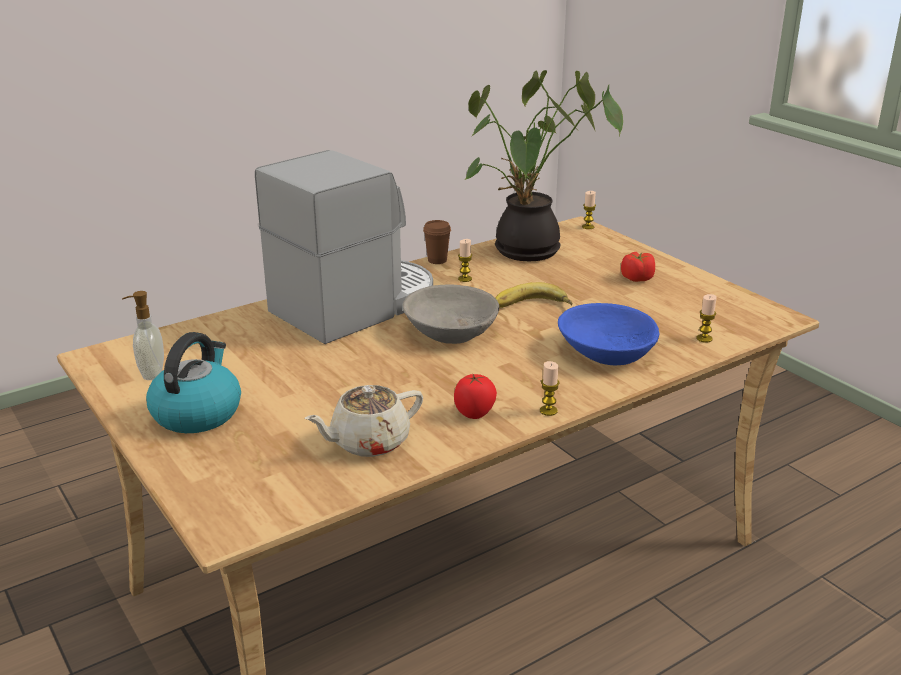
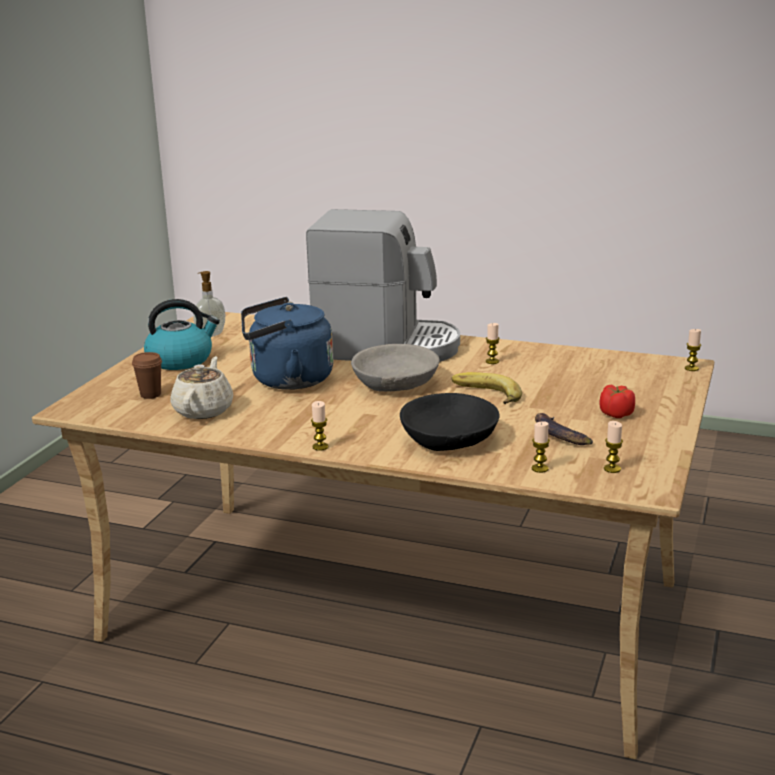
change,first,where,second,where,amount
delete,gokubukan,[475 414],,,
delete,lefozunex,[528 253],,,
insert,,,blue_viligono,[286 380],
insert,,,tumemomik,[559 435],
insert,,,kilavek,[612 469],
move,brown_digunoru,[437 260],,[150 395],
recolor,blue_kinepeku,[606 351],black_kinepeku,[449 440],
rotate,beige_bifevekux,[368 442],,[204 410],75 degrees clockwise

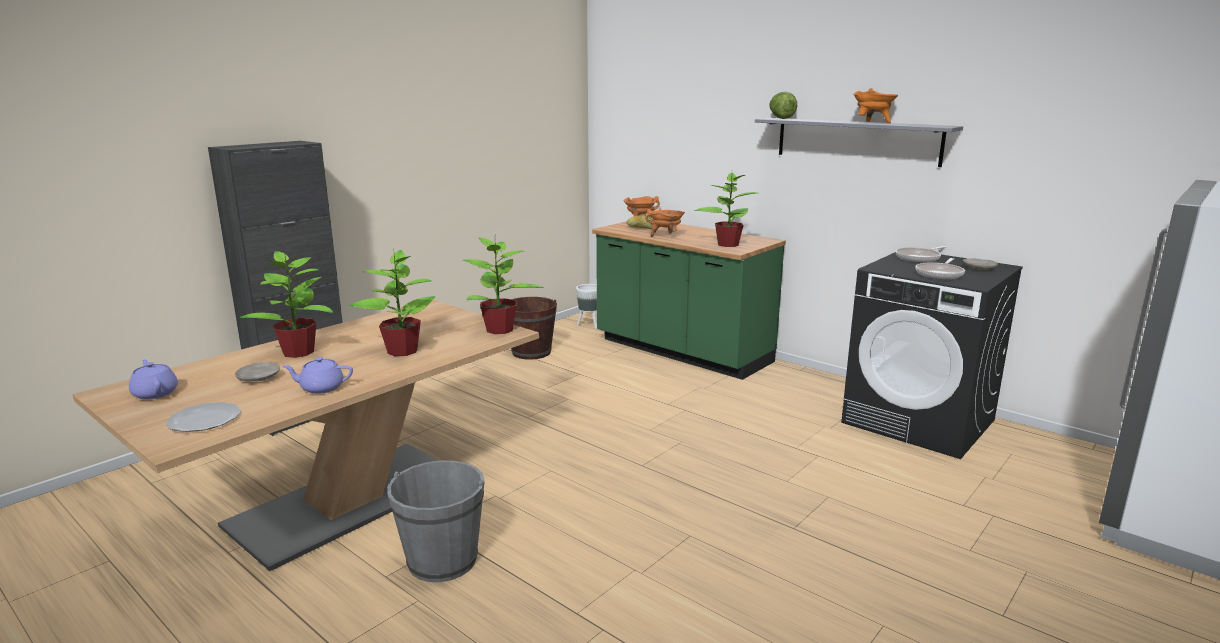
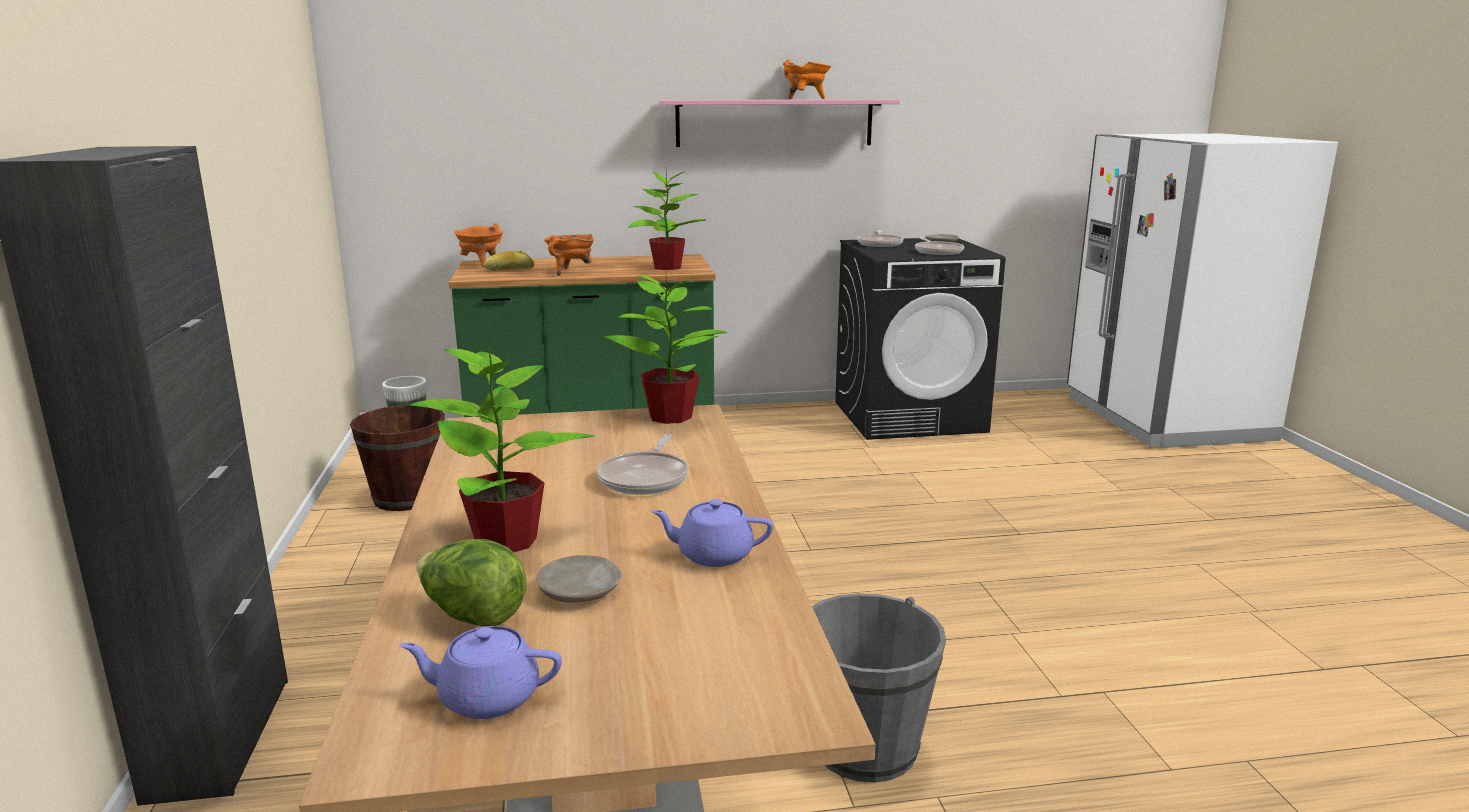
change,first,where,second,where,amount
delete,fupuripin,[205 420],,,
move,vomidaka,[781 118],,[472 616],
replace,lefozunex,[402 351],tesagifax,[646 478],
recolor,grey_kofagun,[856 141],pink_kofagun,[775 122],
rotate,purple_bifevekux,[321 388],,[713 555],60 degrees clockwise

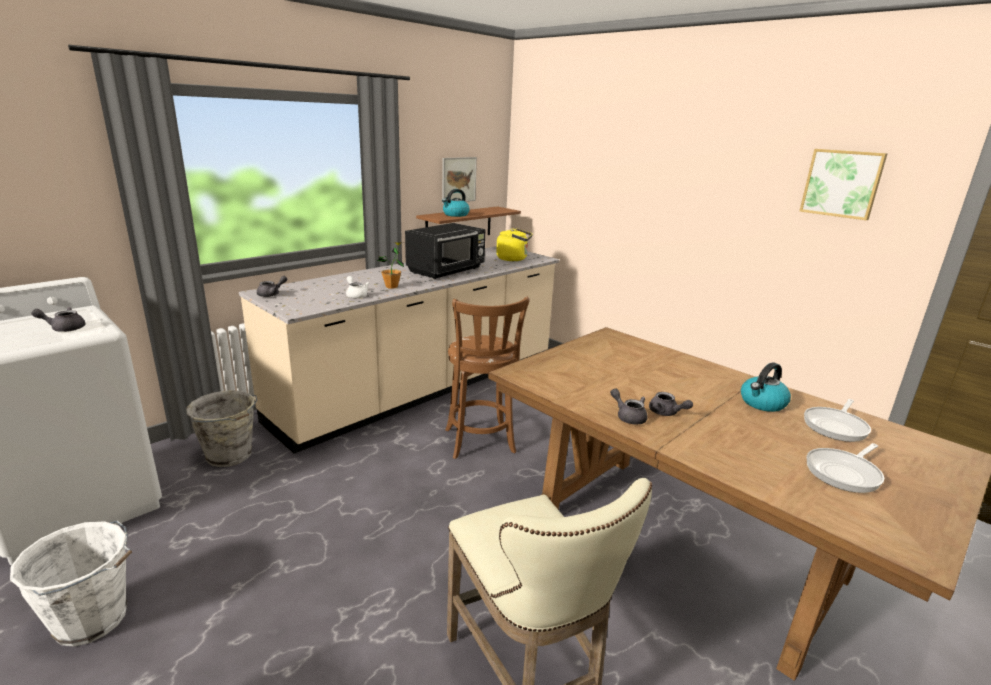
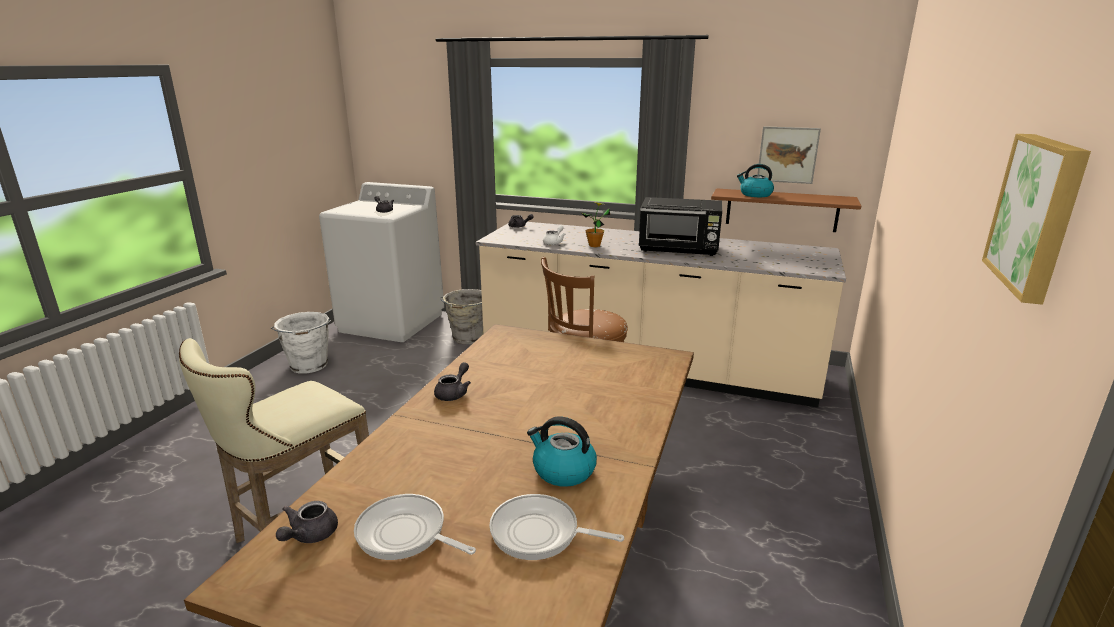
change,first,where,second,where,amount
delete,yellow_viligono,[514 259],,,
move,grey_bifevekux,[666 413],,[309 535],

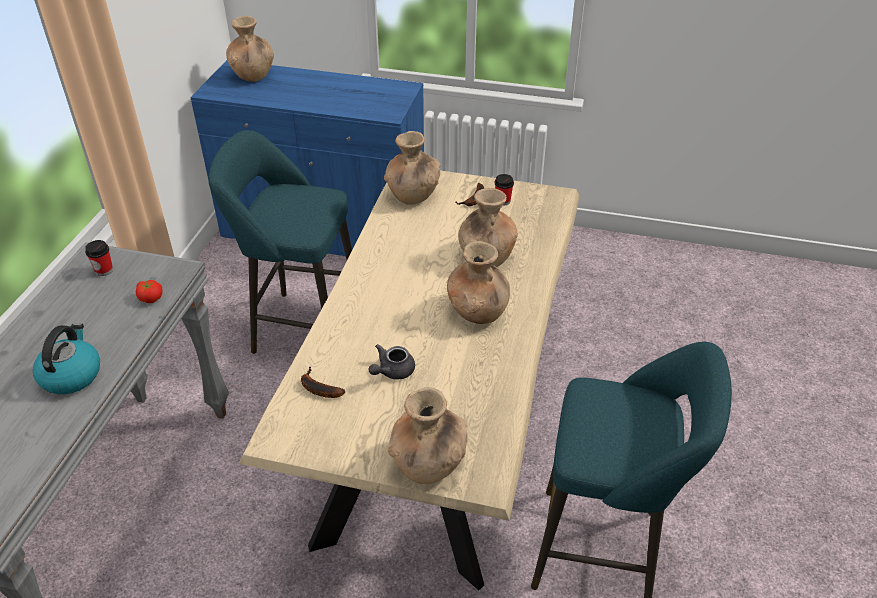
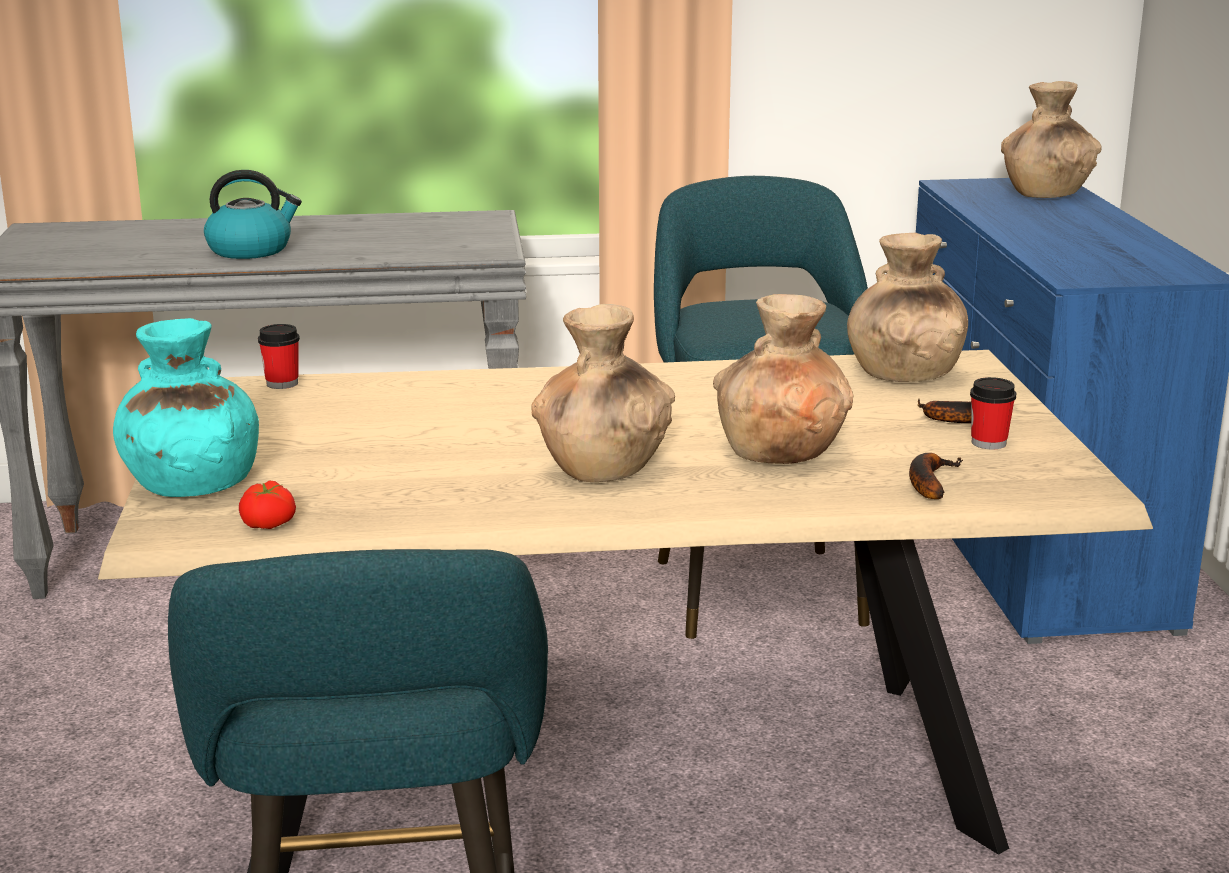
change,first,where,second,where,amount
delete,grey_bifevekux,[392 371],,,
move,digunoru,[104 270],,[282 383],
move,gokubukan,[151 297],,[270 523],
move,tumemomik,[317 388],,[928 482],
recolor,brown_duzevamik,[428 464],turquoise_duzevamik,[191 485],

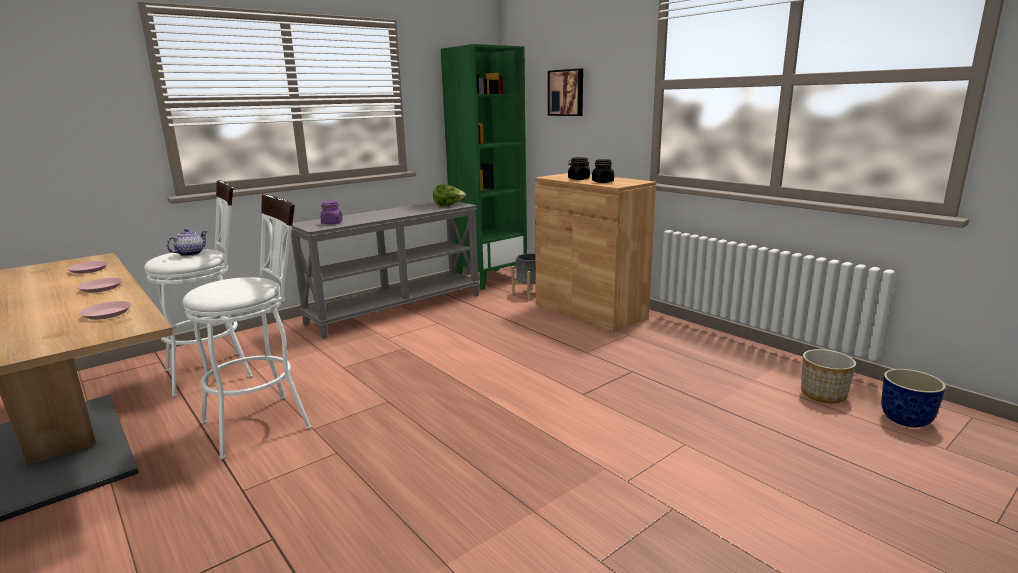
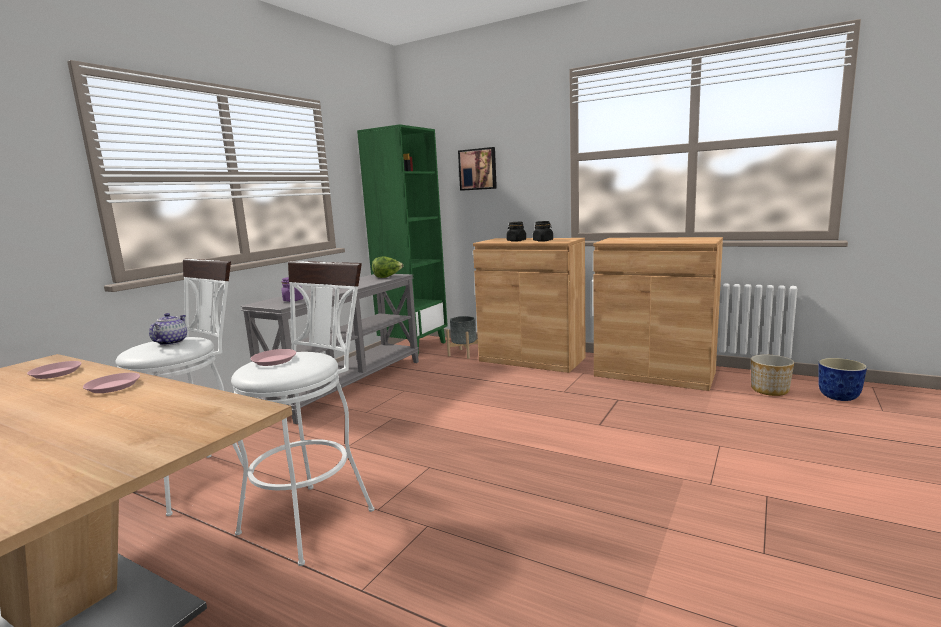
change,first,where,second,where,amount
insert,,,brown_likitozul,[654 374],
move,pink_fupuripin,[107 313],,[274 360],

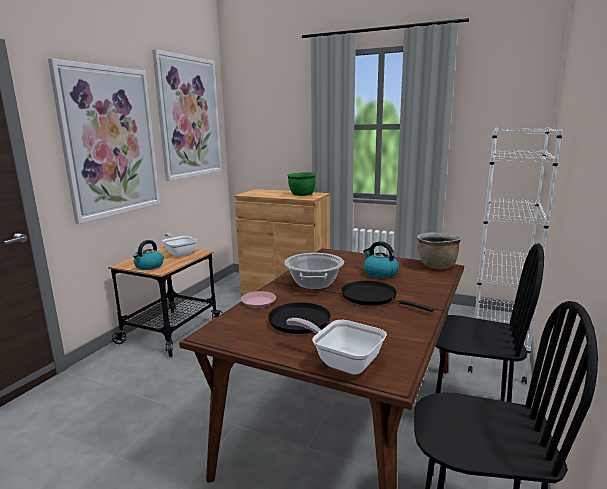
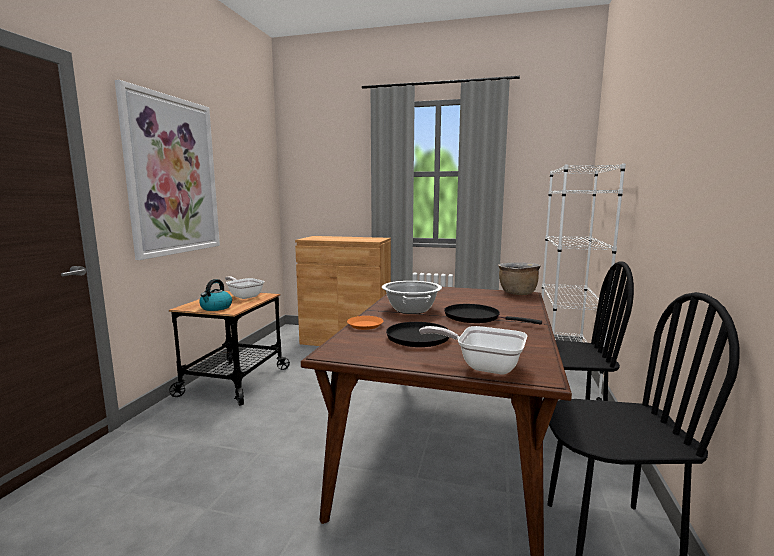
change,first,where,second,where,amount
delete,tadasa,[189 117],,,
delete,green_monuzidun,[302 195],,,
delete,viligono,[380 273],,,
recolor,pink_fupuripin,[258 302],orange_fupuripin,[365 325],

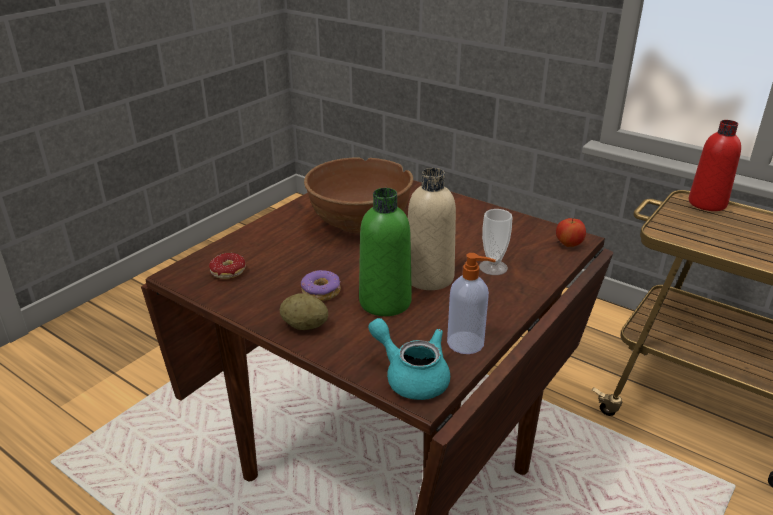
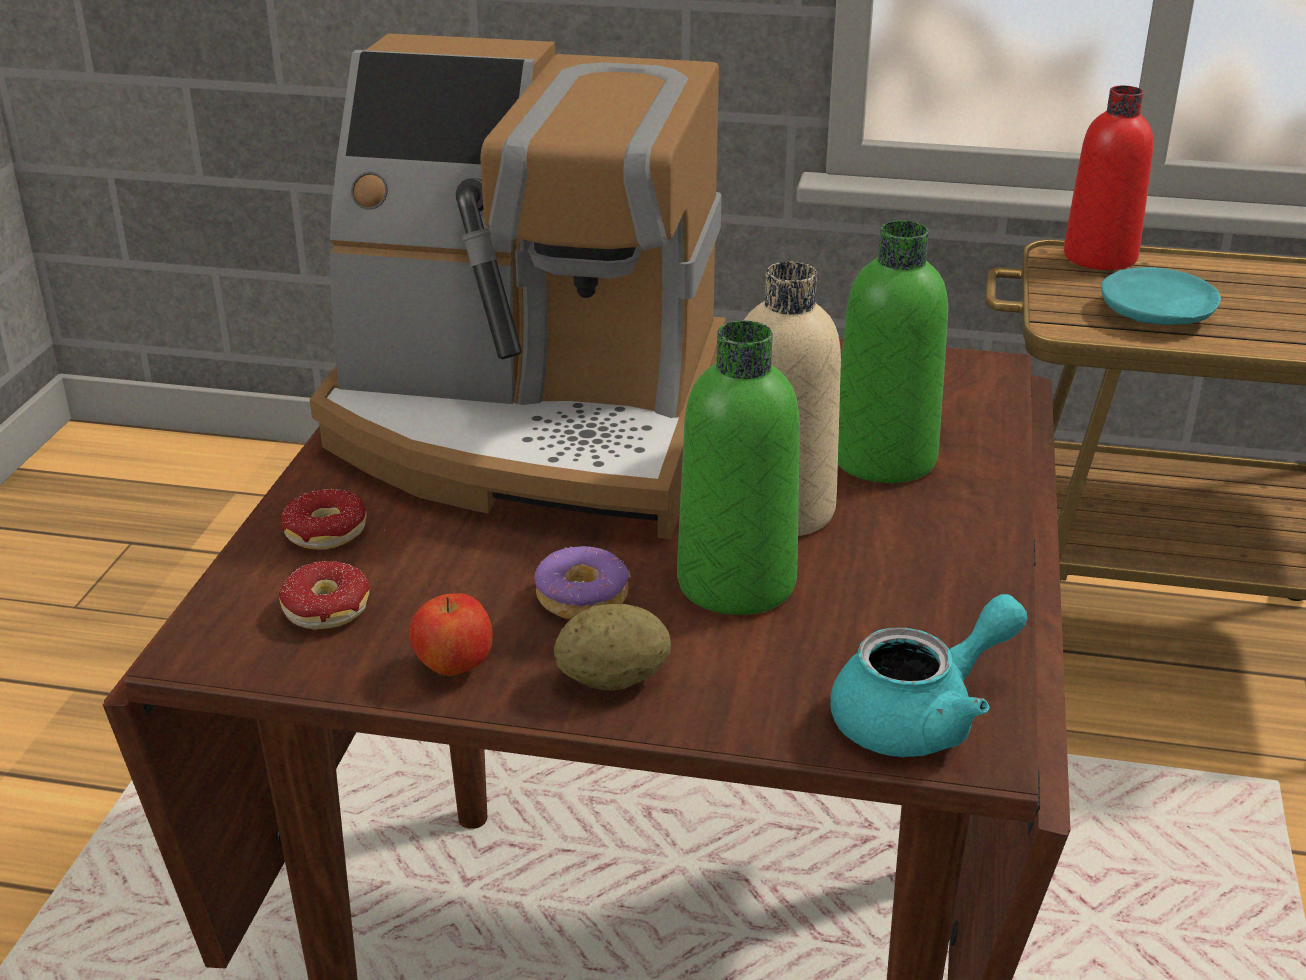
change,first,where,second,where,amount
delete,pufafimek,[467 343],,,
insert,,,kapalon,[331 540],
insert,,,turquoise_fupuripin,[1156 315],
move,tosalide,[568 245],,[453 668],
replace,brown_kinepeku,[359 222],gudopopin,[530 428],
replace,digunoru,[493 267],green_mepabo,[884 458],
rotate,turquoise_bifevekux,[411 376],,[921 717],135 degrees clockwise

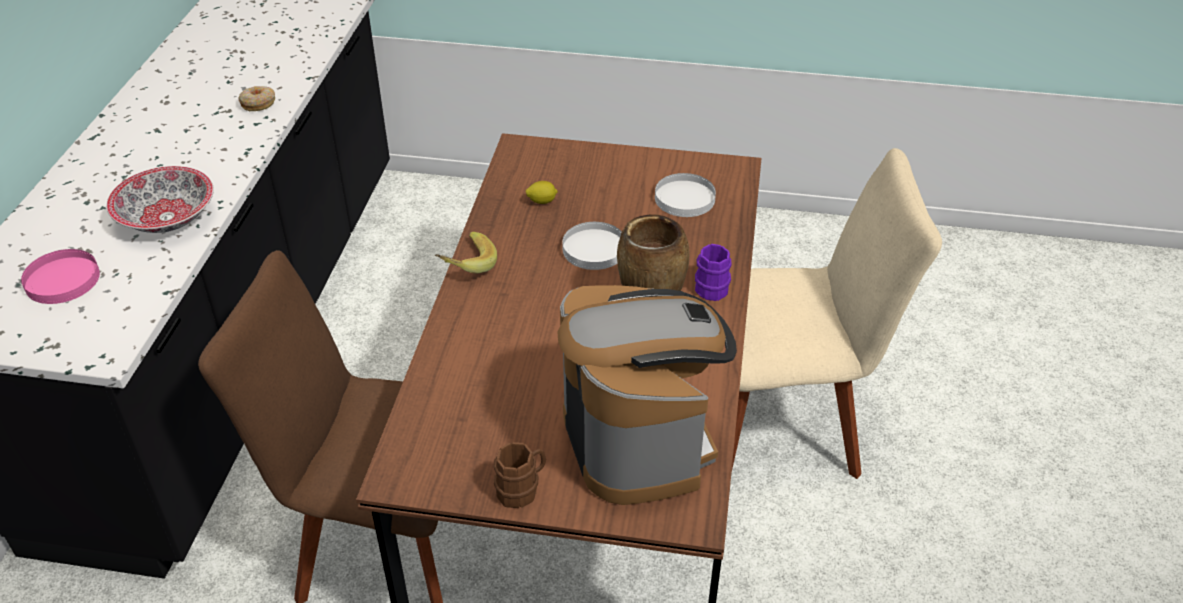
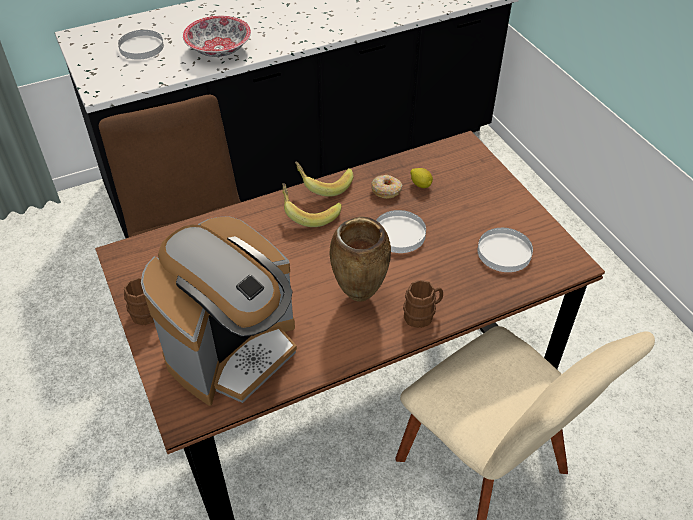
change,first,where,second,where,amount
insert,,,tumemomik,[309 213],
move,kapalon,[258 103],,[386 190],
recolor,pink_fupuripin,[62 280],white_fupuripin,[141 47],
recolor,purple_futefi,[712 285],brown_futefi,[422 314],

